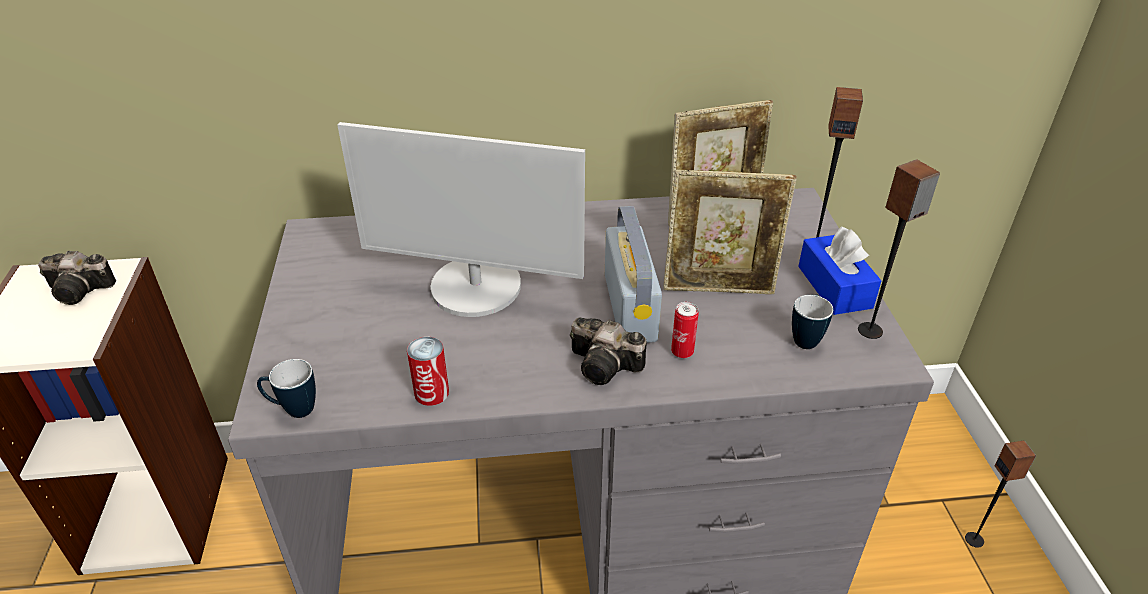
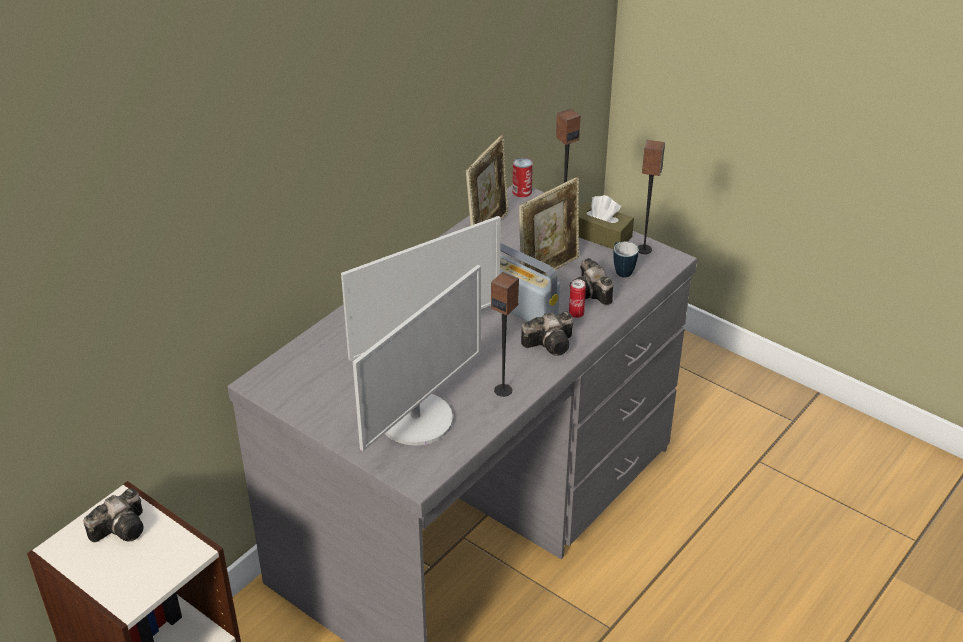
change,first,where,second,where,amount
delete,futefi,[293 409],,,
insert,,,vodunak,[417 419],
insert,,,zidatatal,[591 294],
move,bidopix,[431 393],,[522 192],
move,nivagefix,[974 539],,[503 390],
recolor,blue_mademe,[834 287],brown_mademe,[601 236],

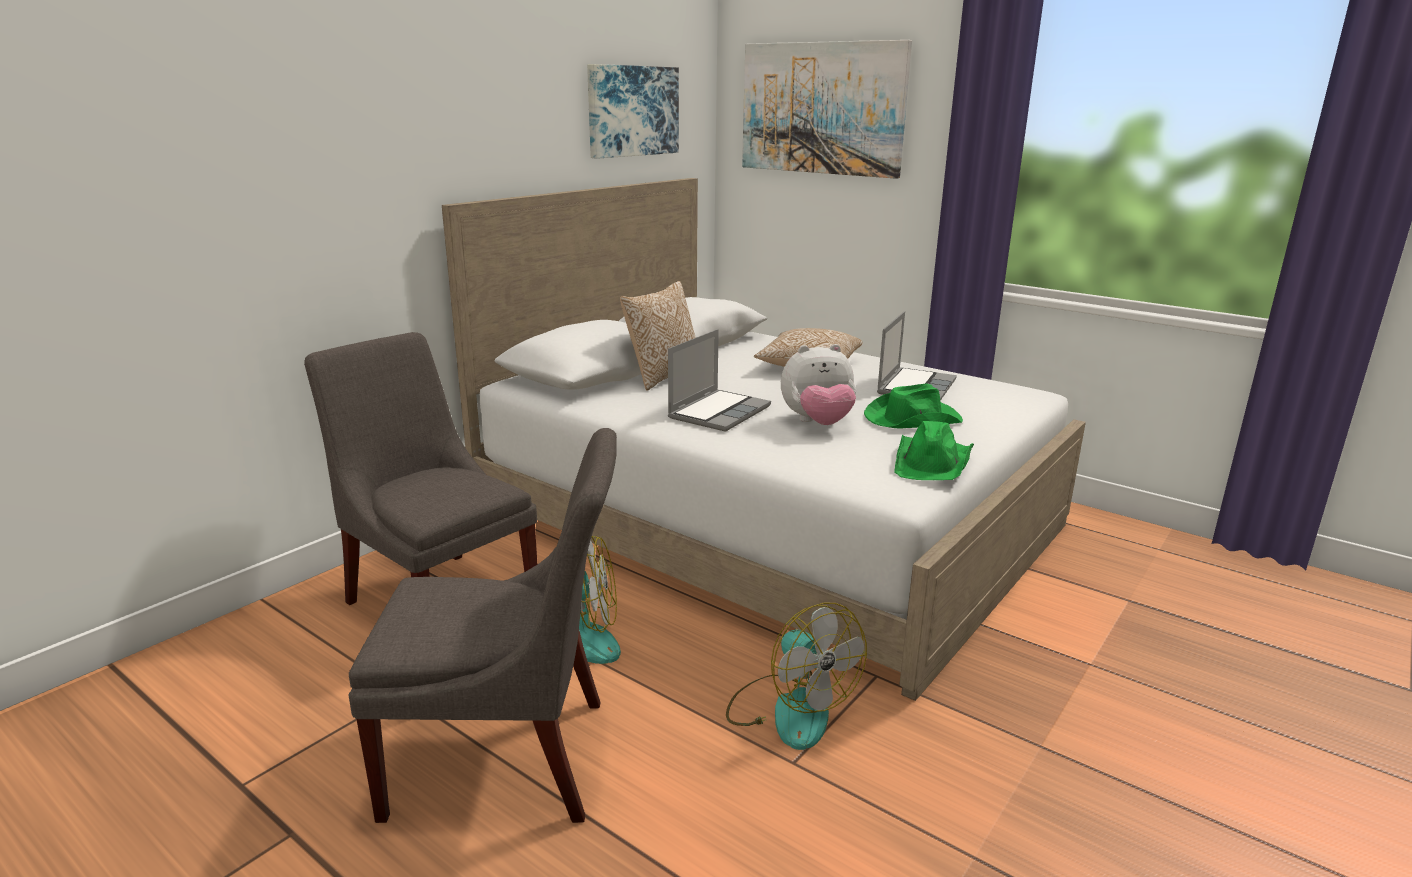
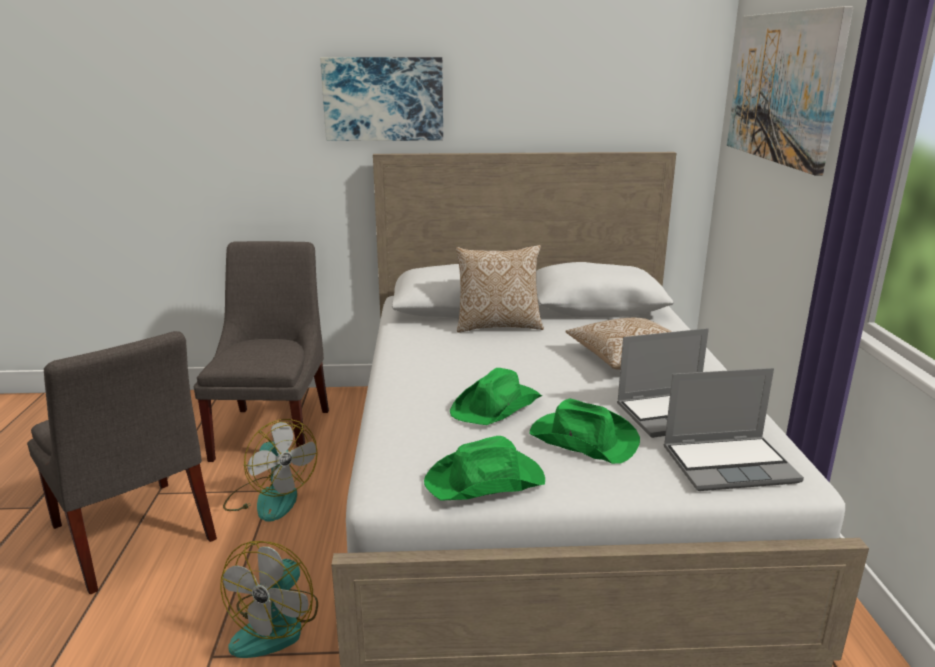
change,first,where,second,where,amount
move,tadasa,[632 111],,[383 99],
move,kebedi,[719 412],,[730 464],
replace,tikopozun,[817 423],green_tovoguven,[497 406],

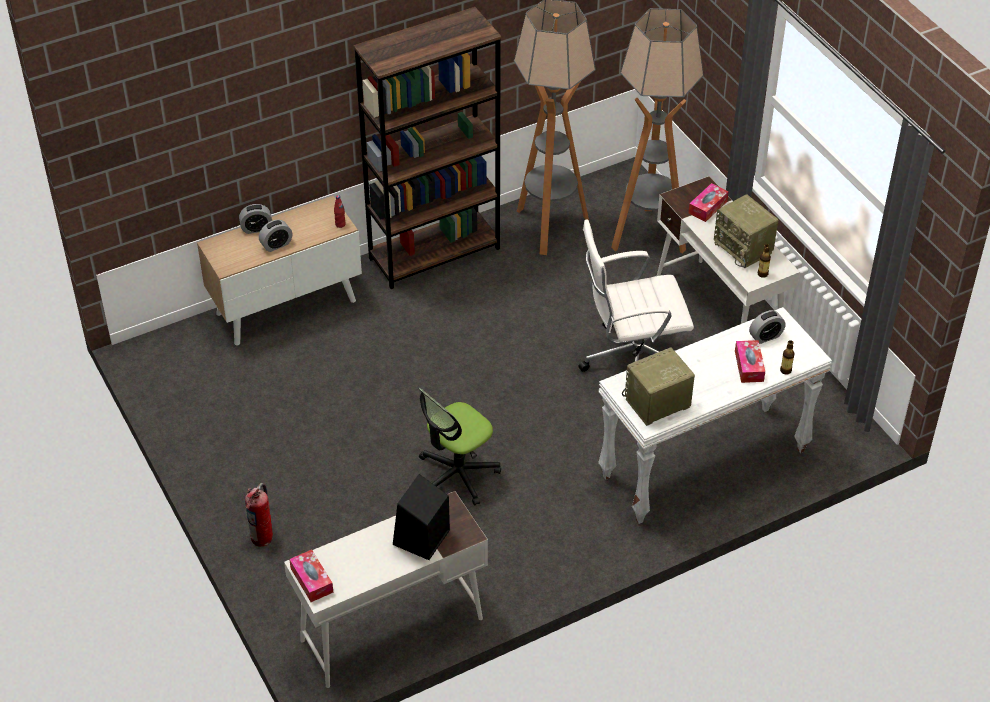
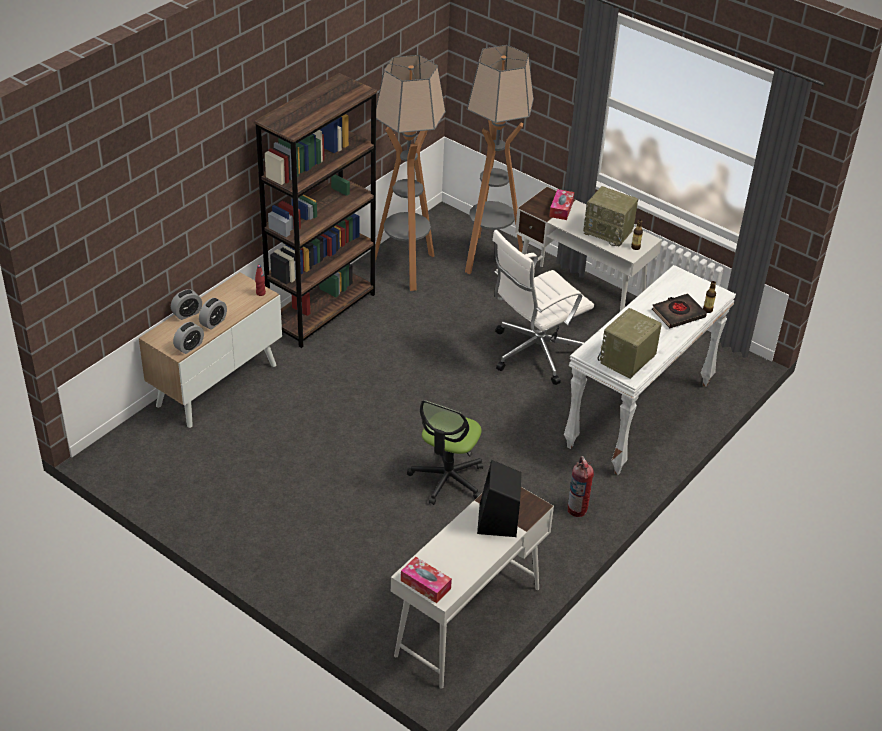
change,first,where,second,where,amount
move,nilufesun,[262 537],,[577 509],
move,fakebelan,[765 336],,[189 347],
replace,mademe,[749 366],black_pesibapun,[678 314],

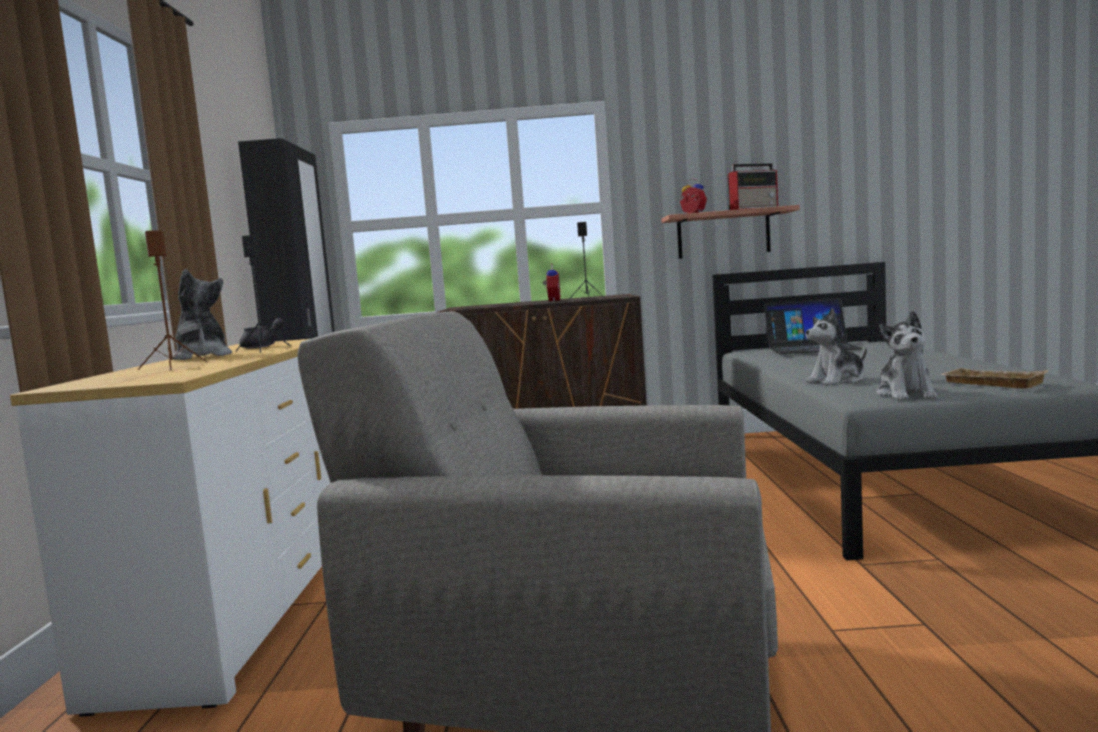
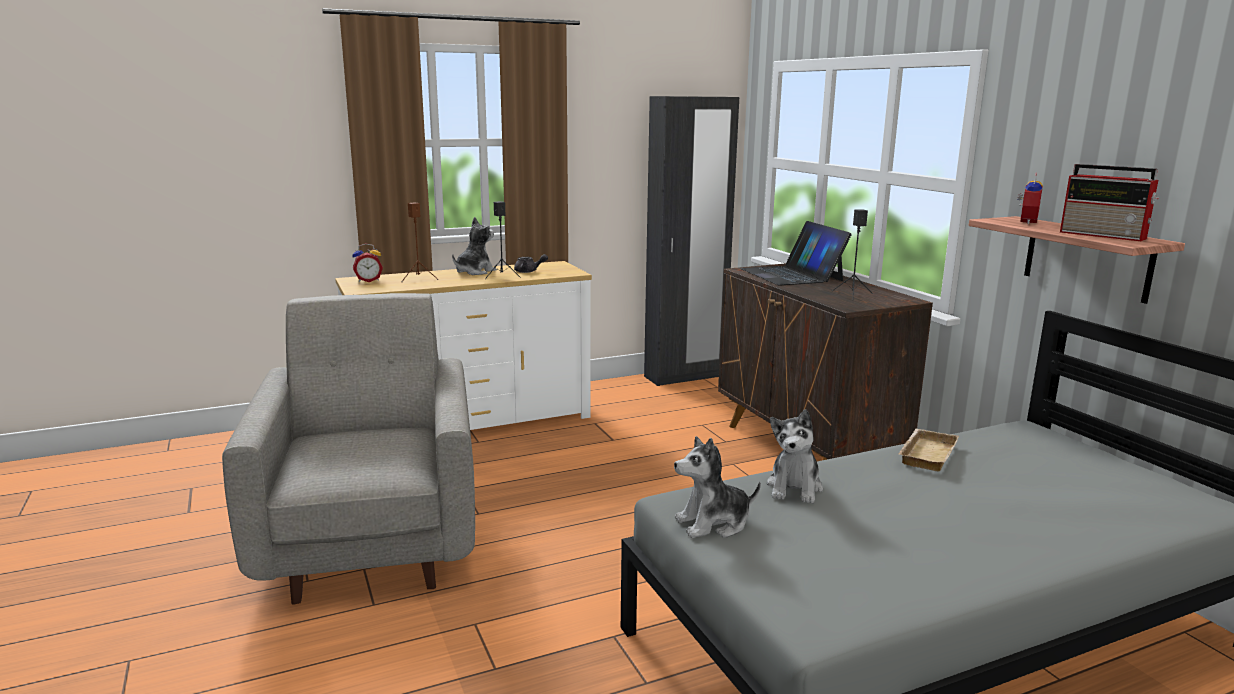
change,first,where,second,where,amount
move,fakebelan,[552 301],,[368 280],
move,kebedi,[811 347],,[792 275],
move,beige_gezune,[990 384],,[925 454],
rotate,tikopozun,[837 381],,[794 488],120 degrees counterclockwise

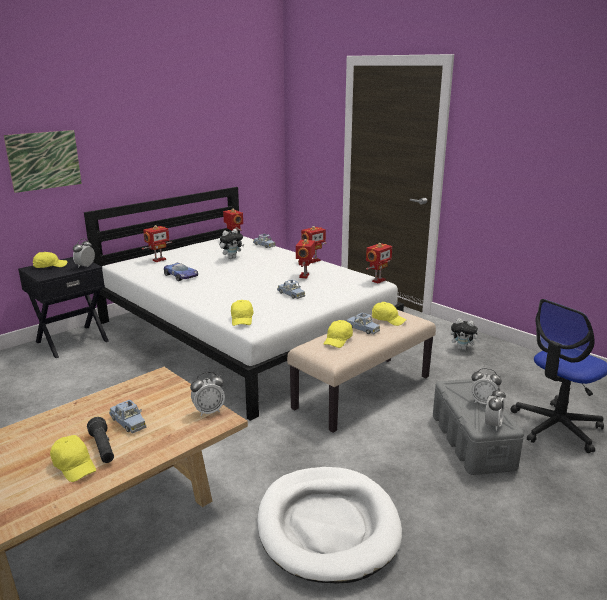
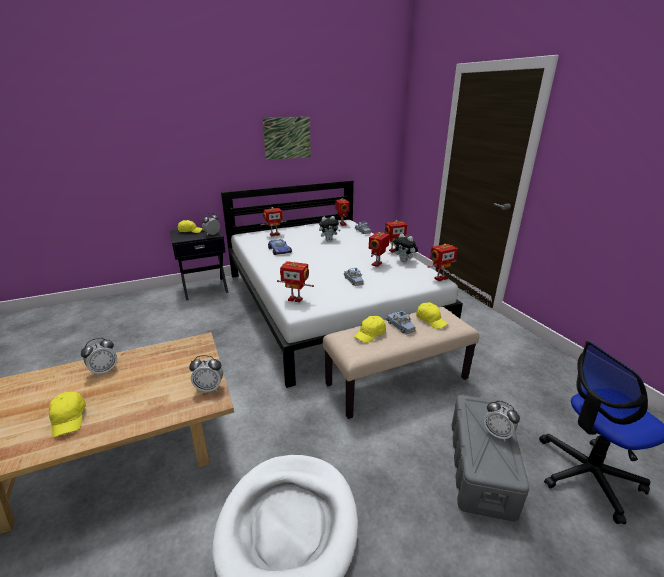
change,first,where,second,where,amount
delete,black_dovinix,[103 448],,,
delete,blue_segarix,[128 422],,,
move,tadasa,[44 160],,[287 138],
move,tikopozun,[463 348],,[404 261],
move,fakebelan,[492 425],,[104 370],
replace,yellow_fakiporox,[242 319],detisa,[295 299],

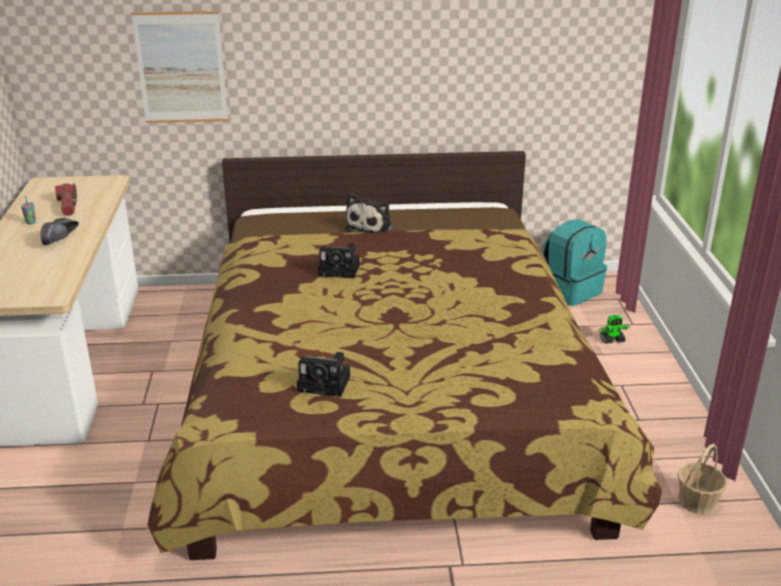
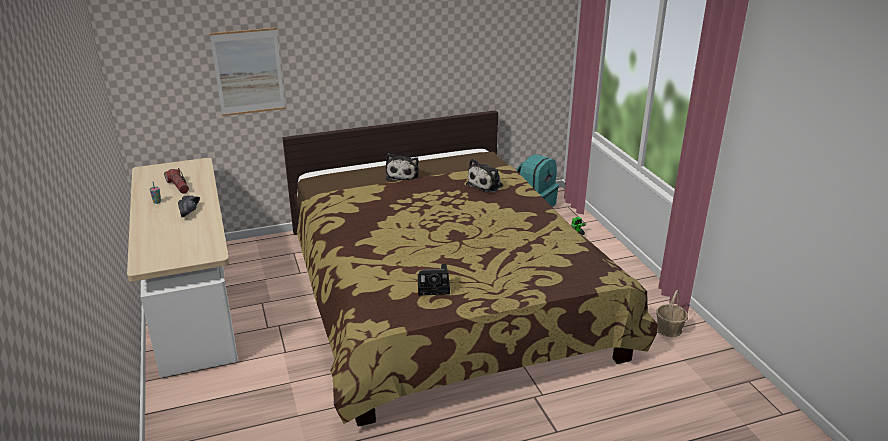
change,first,where,second,where,amount
delete,zidatatal,[341 270],,,
insert,,,tikopozun,[486 185],

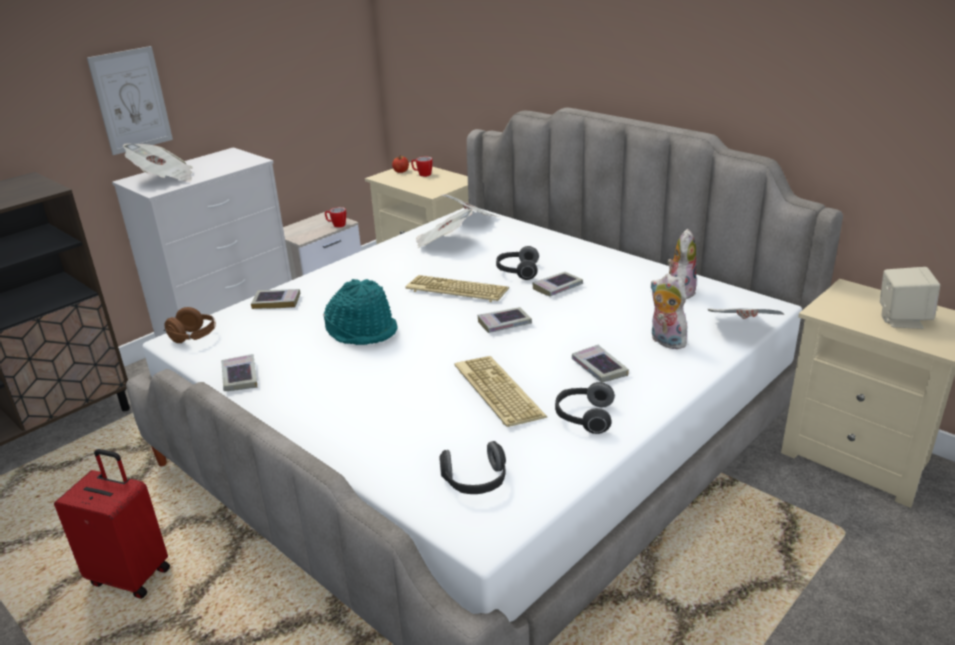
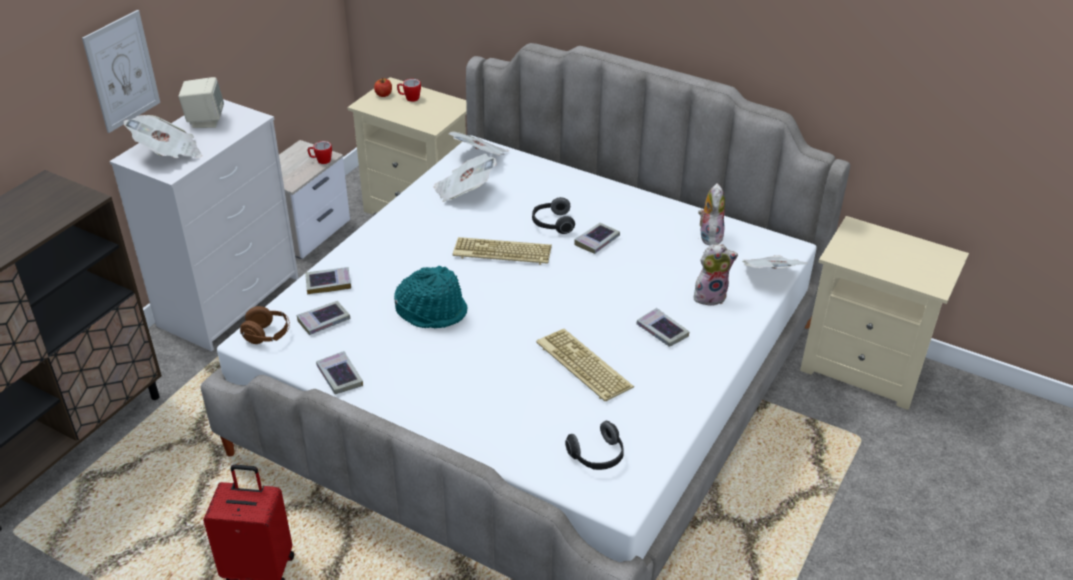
change,first,where,second,where,amount
delete,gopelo,[583 417],,,
move,pesibapun,[504 324],,[324 321],
move,beige_nivagefix,[901 319],,[205 120],
rotate,tikopozun,[665 341],,[710 296],135 degrees clockwise

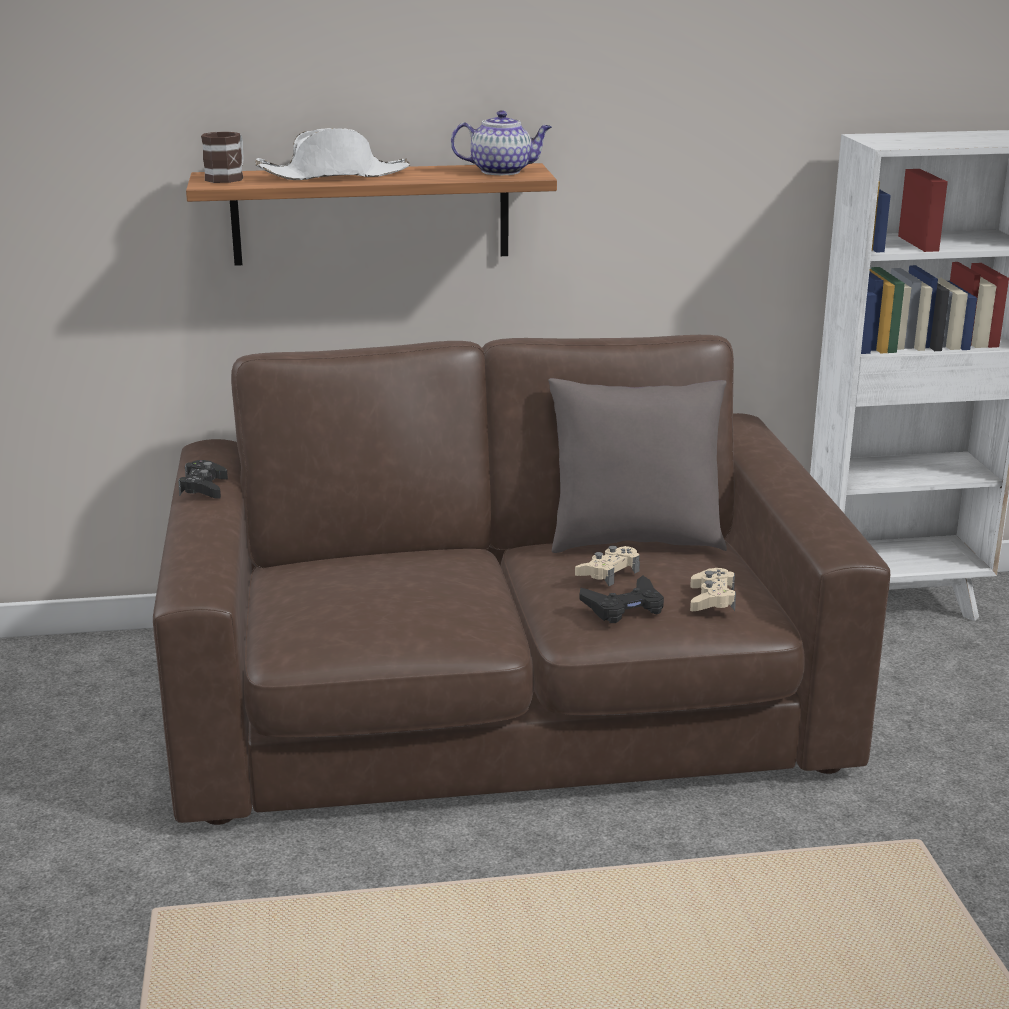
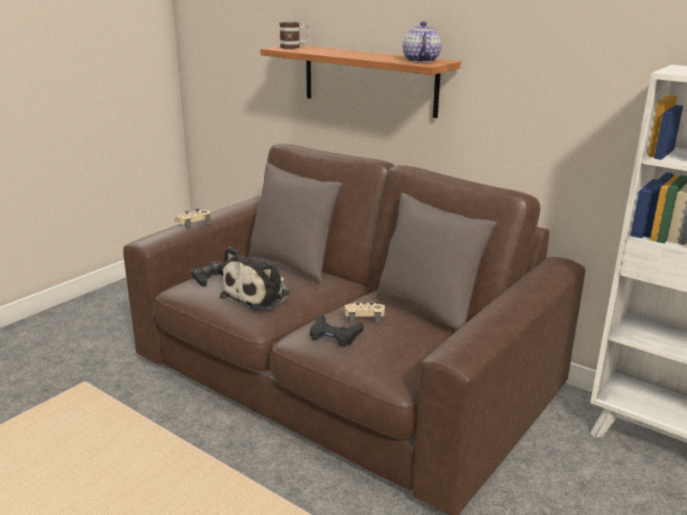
change,first,where,second,where,amount
delete,white_tovoguven,[334 175],,,
insert,,,tikopozun,[259 295],
insert,,,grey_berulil,[293 265],
move,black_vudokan,[203 488],,[209 278],
move,beige_vudokan,[712 599],,[193 222],
rotate,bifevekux,[502 171],,[420 61],135 degrees counterclockwise

